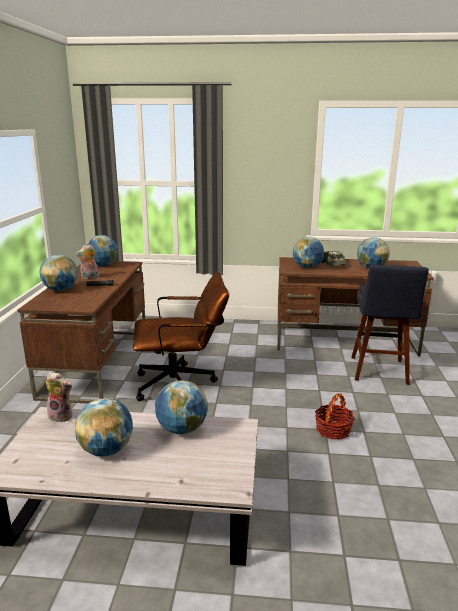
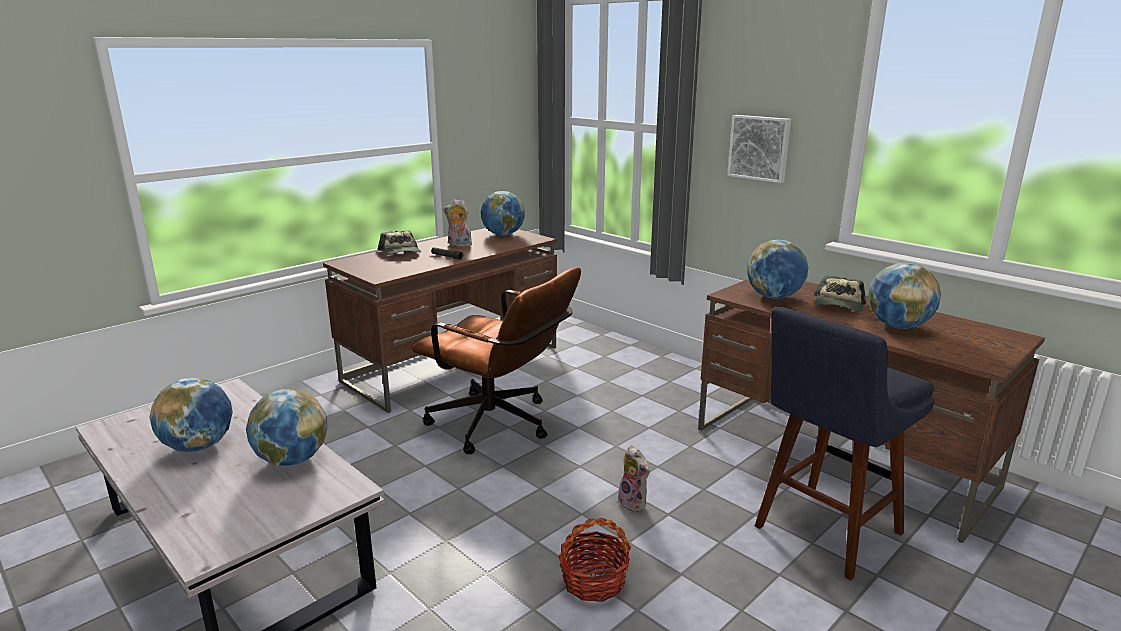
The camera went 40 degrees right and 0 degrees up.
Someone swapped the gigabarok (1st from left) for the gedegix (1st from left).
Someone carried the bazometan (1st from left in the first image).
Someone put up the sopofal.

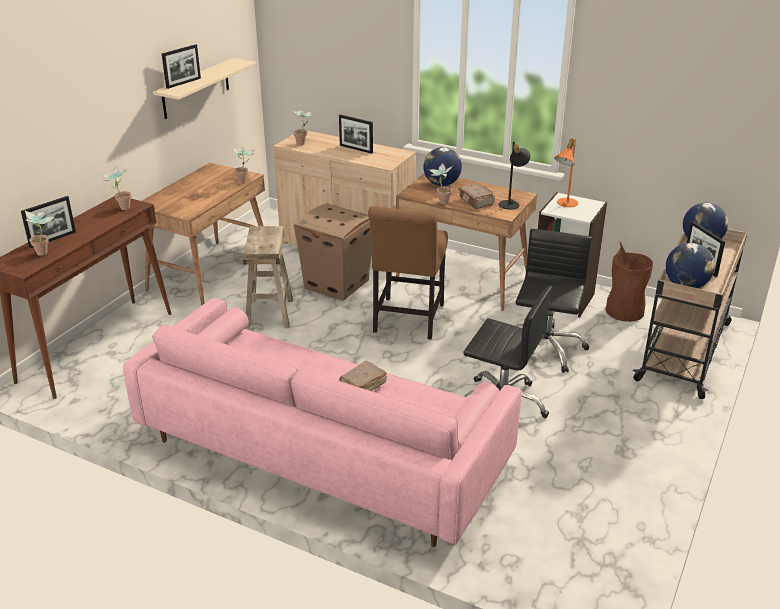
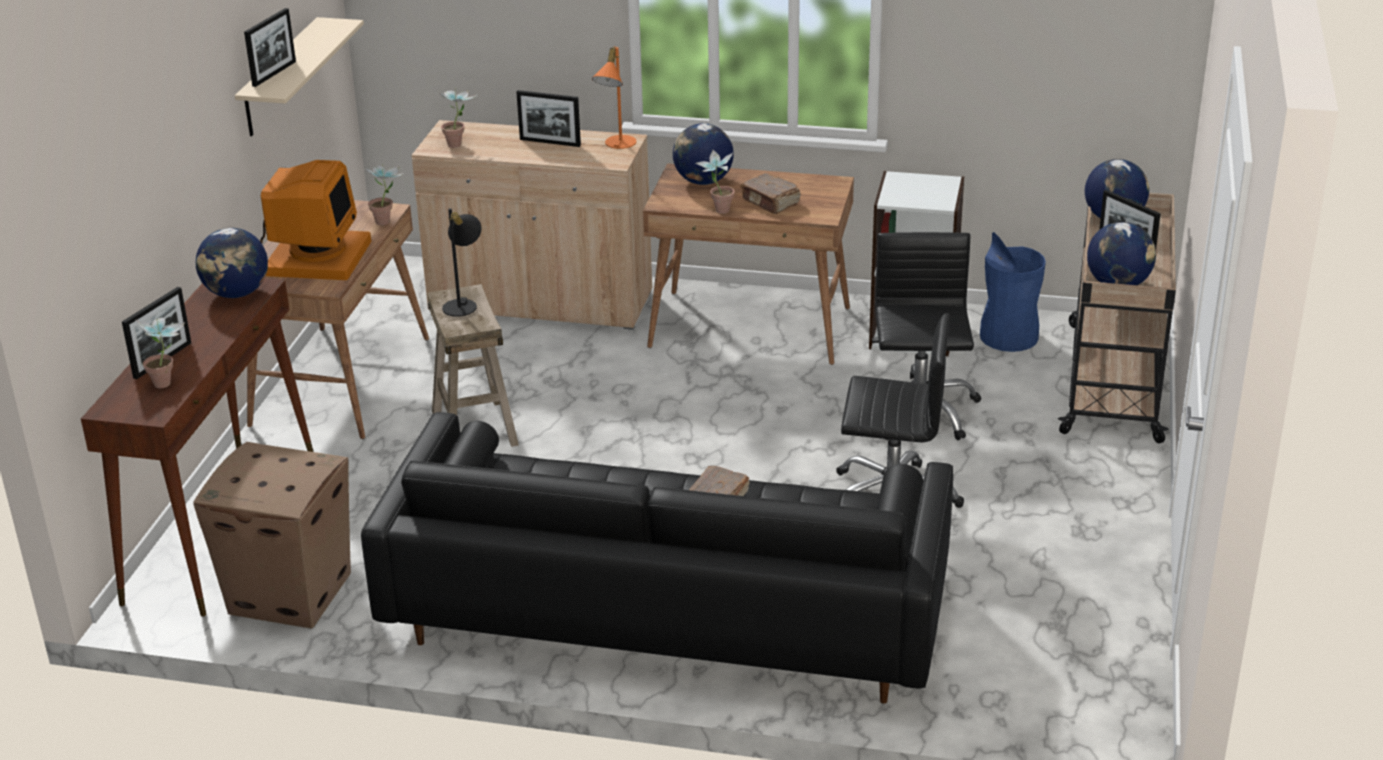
The camera went 15 degrees left and 0 degrees up.
Someone carried the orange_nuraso.
Someone carried the black_nuraso.
Someone swapped the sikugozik (2nd from left) for the gigabarok (1st from left).
Someone carried the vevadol.
Someone took away the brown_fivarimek.
Someone repainted the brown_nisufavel, which became the blue_nisufavel.
Someone repainted the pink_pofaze, which became the black_pofaze.
Someone put down the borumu.

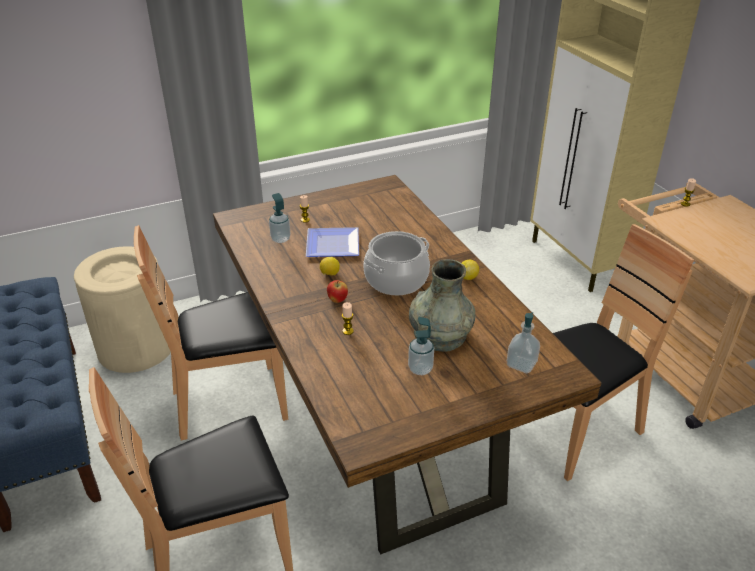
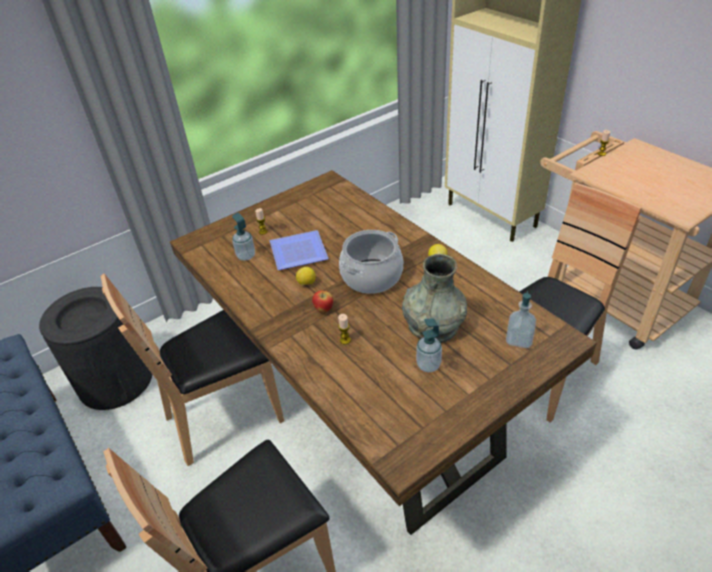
The camera went 10 degrees left and 5 degrees up.
Someone repainted the beige_nisufavel, which became the black_nisufavel.

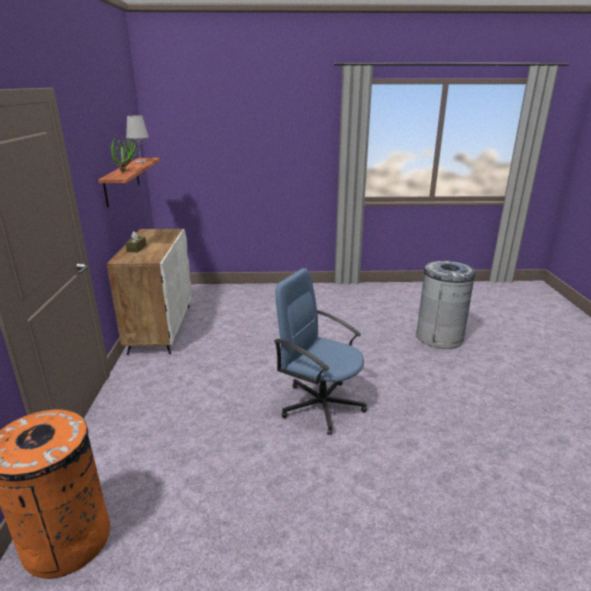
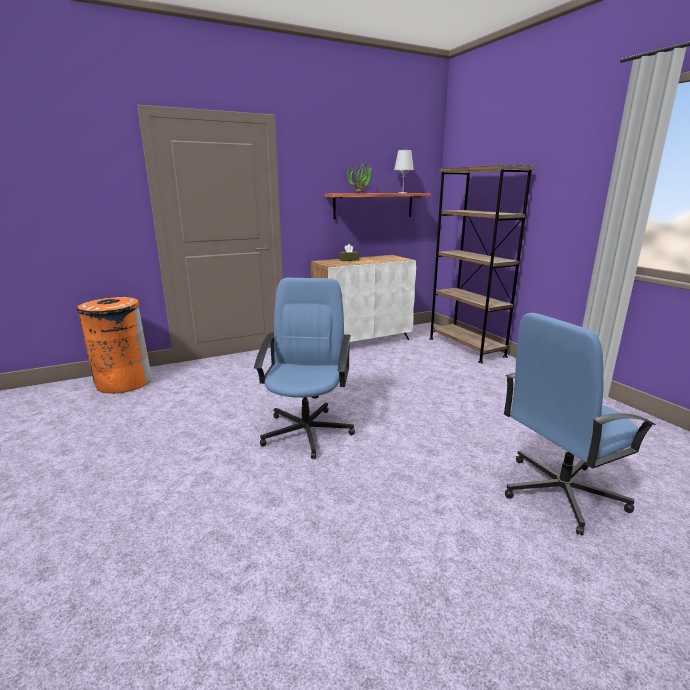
The camera went 65 degrees right and 5 degrees down.
Someone swapped the grey_nisufavel for the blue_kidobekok (2nd from left).
Someone put down the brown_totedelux.

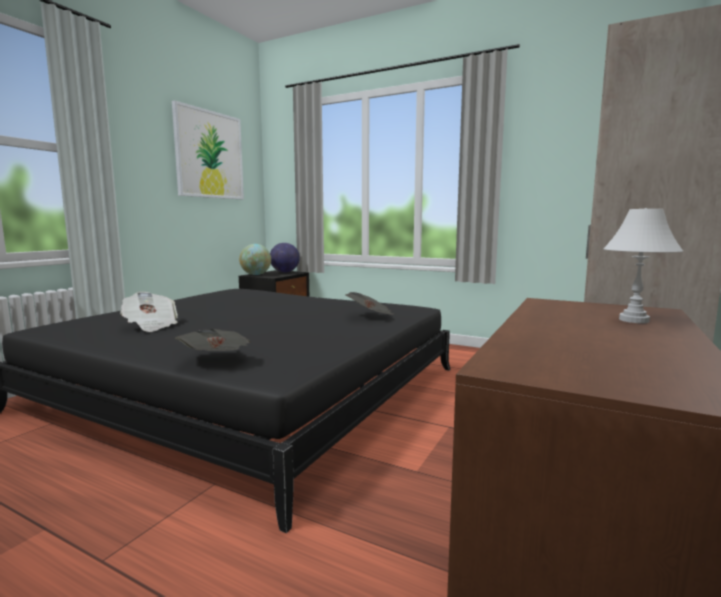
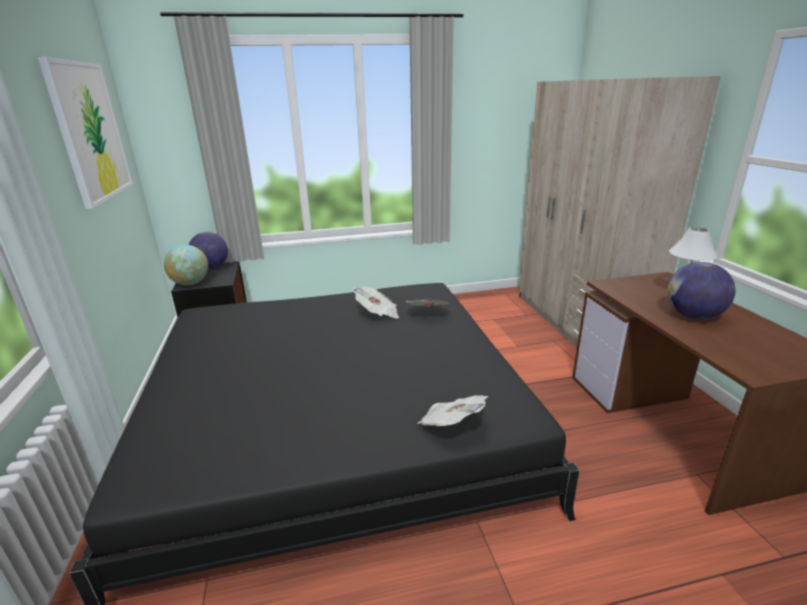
The camera went 40 degrees left and 15 degrees up.
Someone carried the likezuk (1st from left).
Someone put down the gigabarok (3rd from left).

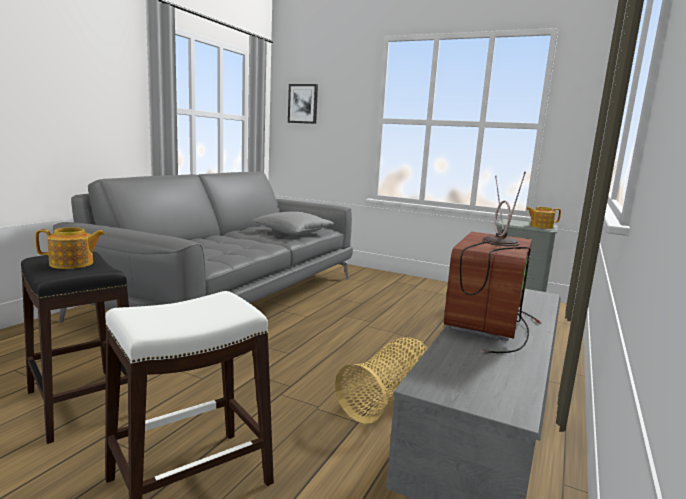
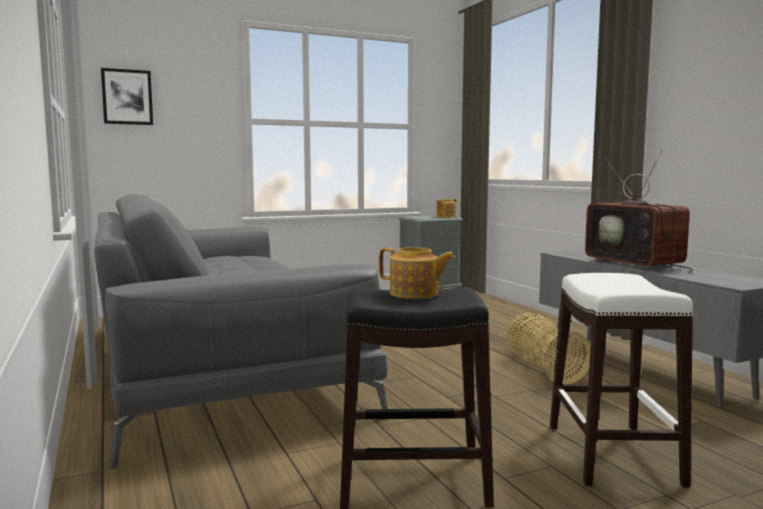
The camera went 50 degrees left and 5 degrees down.
Someone took away the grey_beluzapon.
Someone rotated the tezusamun (1st from left) by 90 degrees clockwise.

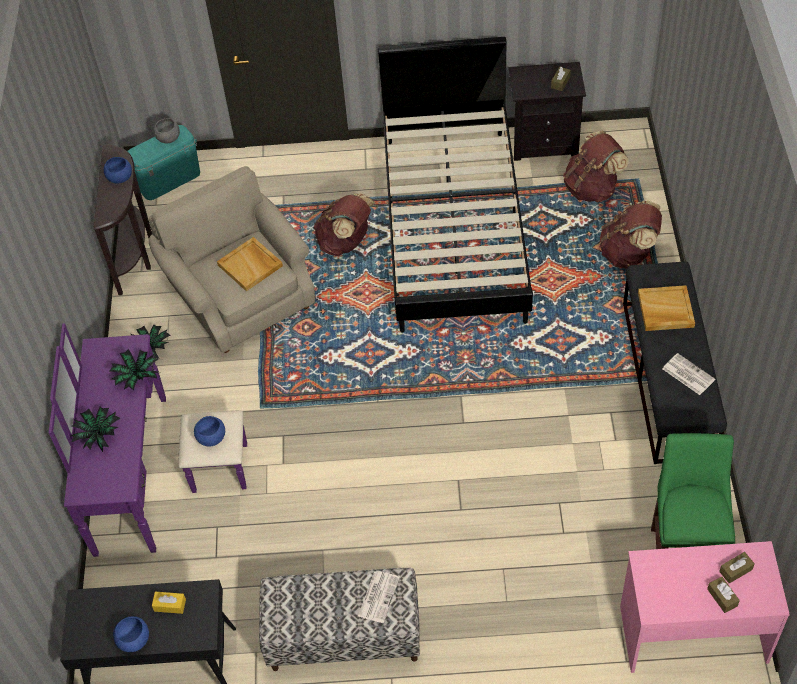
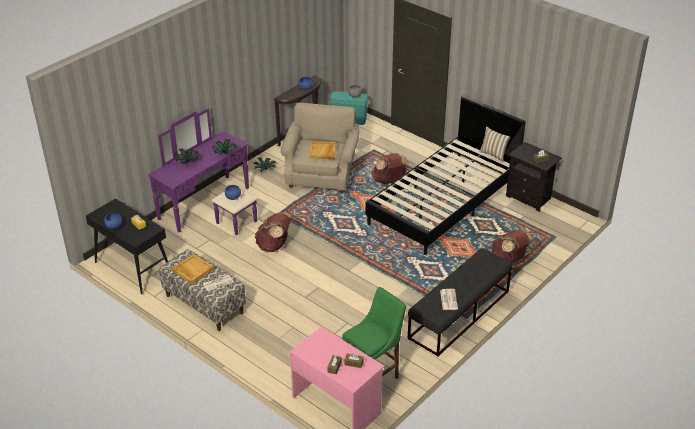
The camera went 40 degrees right and 15 degrees down.
Someone carried the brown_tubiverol (2nd from left in the first image).
Someone carried the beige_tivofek (2nd from left in the first image).
Someone put down the beluzapon.

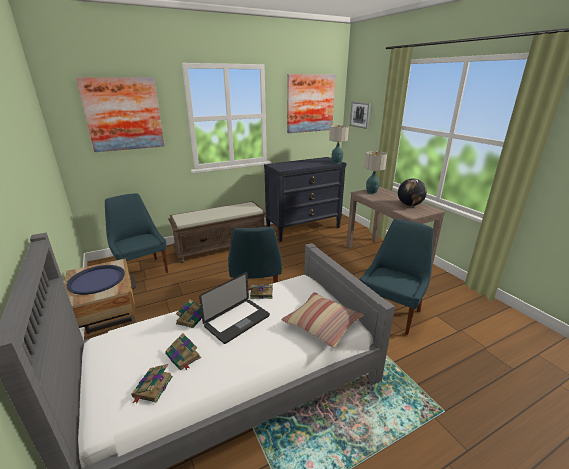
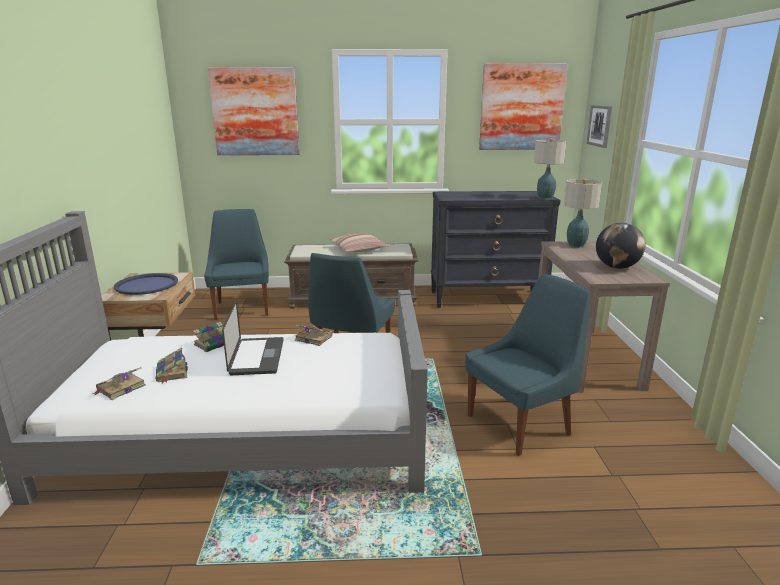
The camera went 25 degrees right and 5 degrees down.
Someone rotated the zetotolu by 75 degrees counterclockwise.
Someone carried the beluzapon.

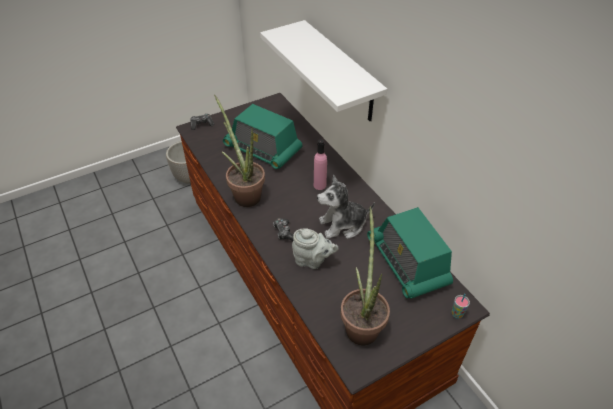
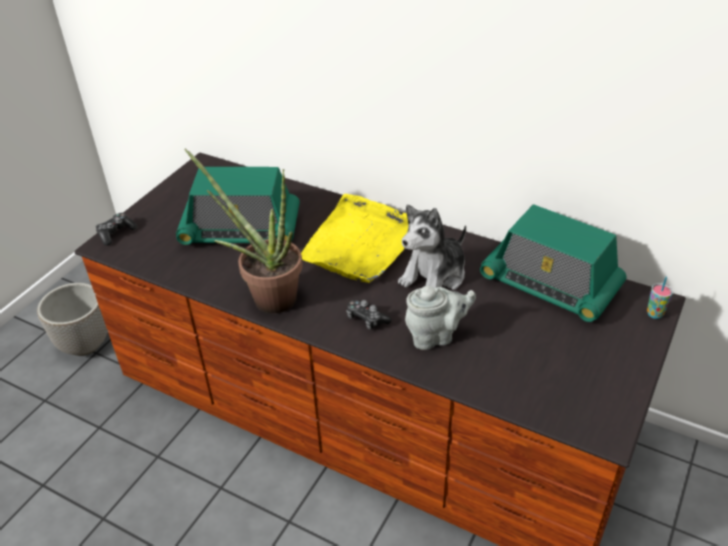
The camera went 30 degrees left and 5 degrees down.
Someone took away the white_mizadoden.
Someone swapped the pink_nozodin for the yellow_tivofek.
Someone took away the sikugozik (2nd from left).

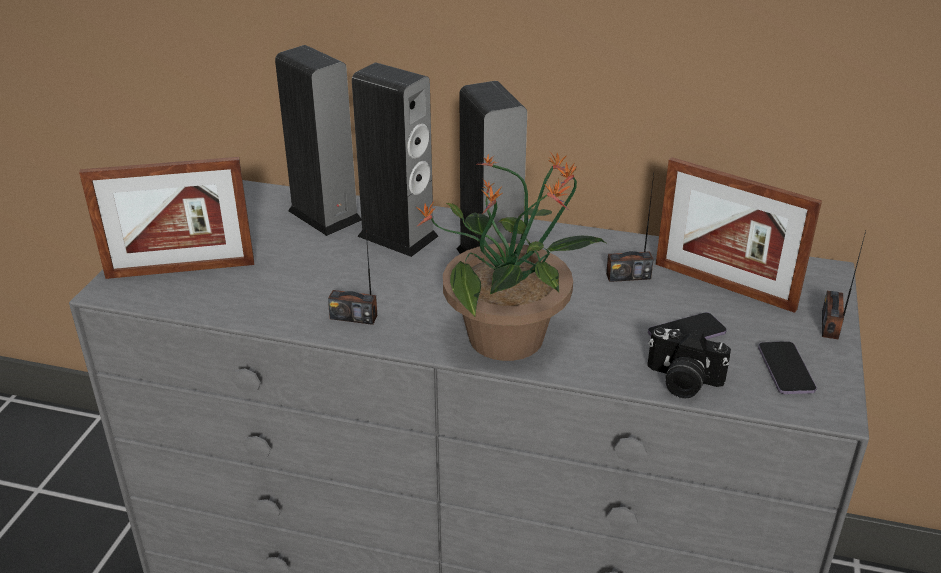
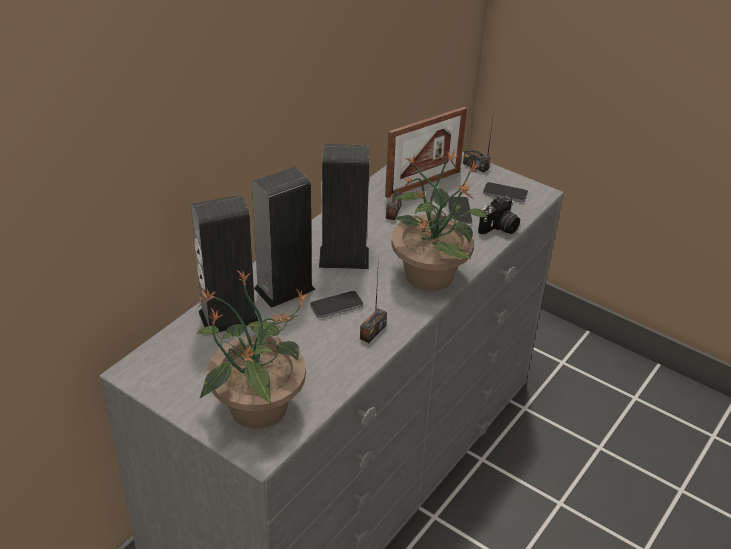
The camera went 70 degrees left and 5 degrees up.
Someone swapped the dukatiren (1st from left) for the sikugozik (1st from left).
Someone put down the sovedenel (1st from left).

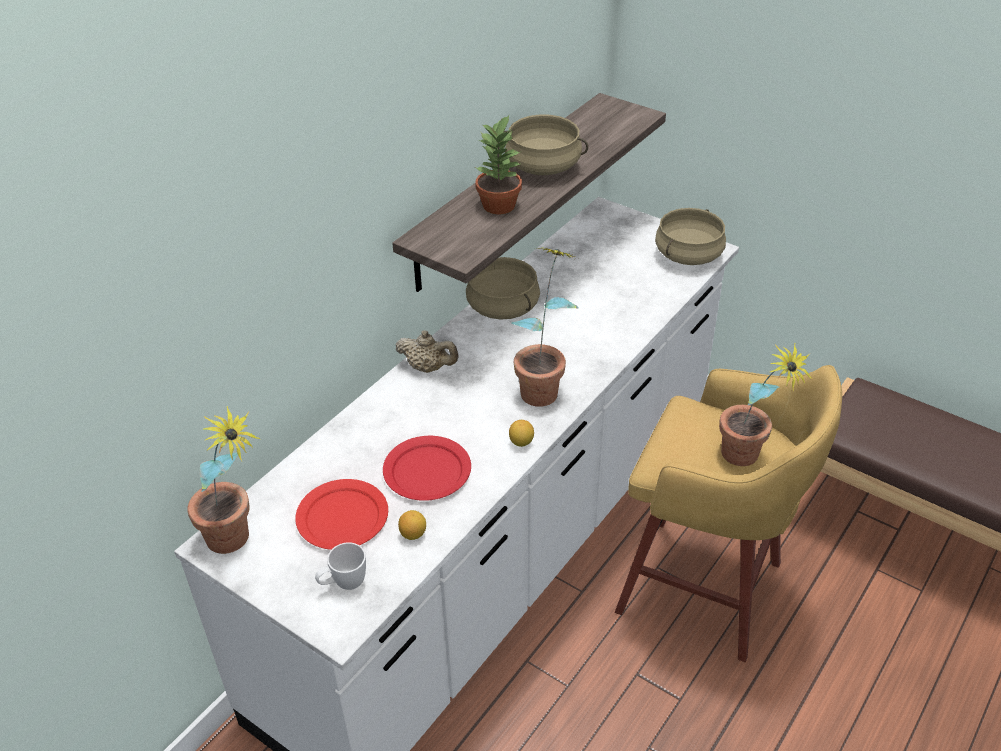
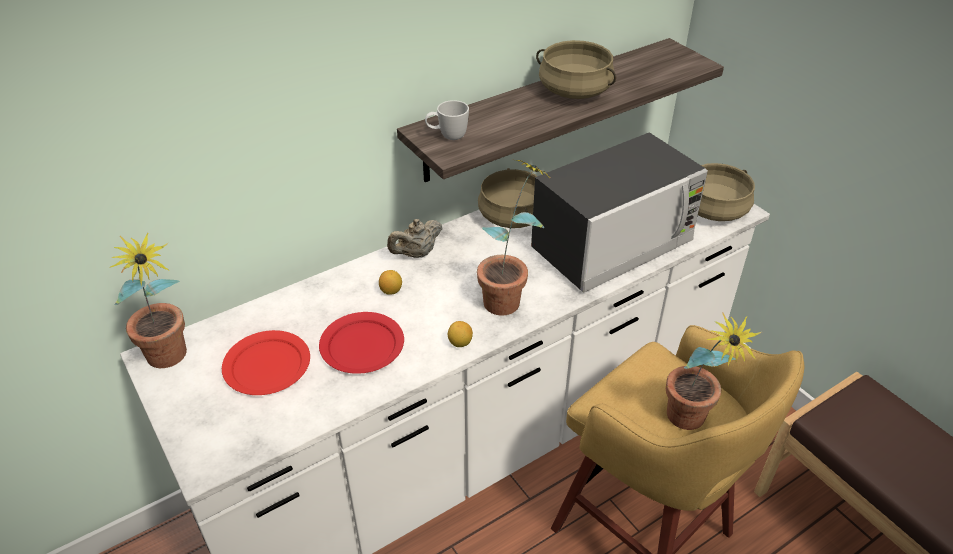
The camera went 20 degrees right and 0 degrees up.
Someone took away the sikugozik (2nd from left).
Someone rotated the beige_tezusamun by 105 degrees clockwise.
Someone carried the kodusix (1st from left).
Someone carried the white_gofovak.
Someone put down the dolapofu.

